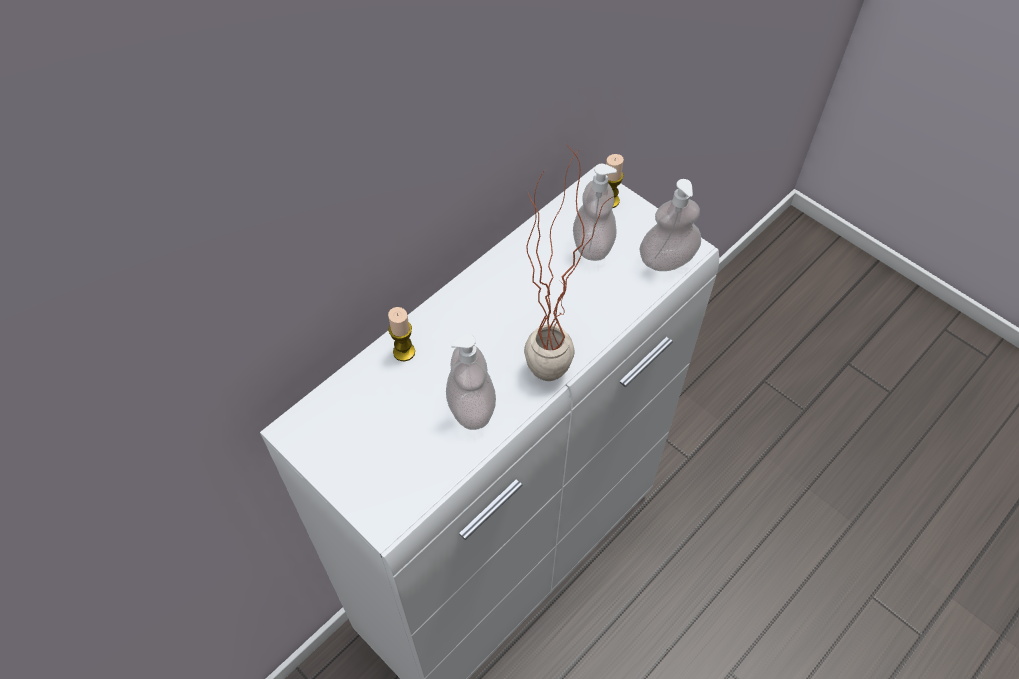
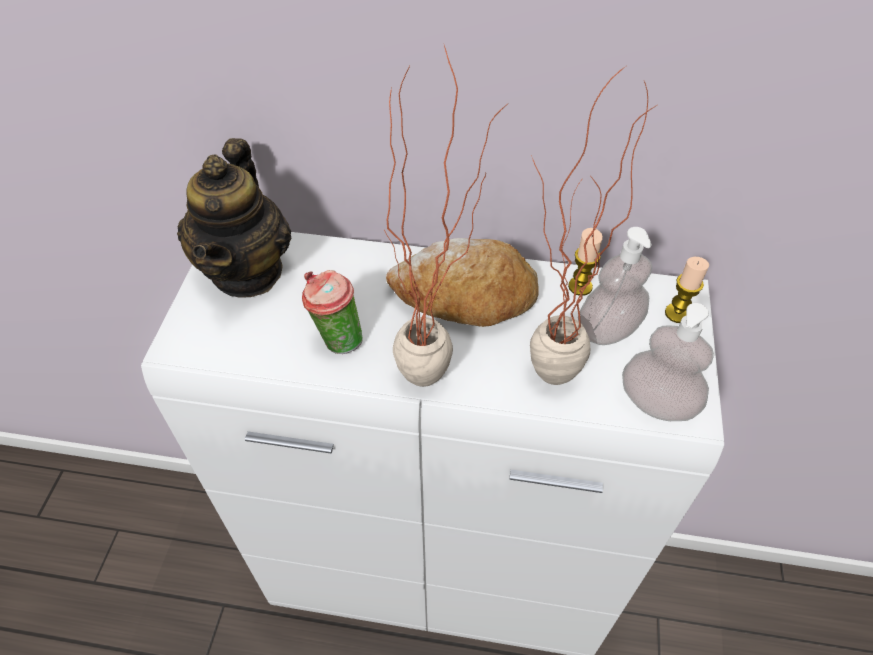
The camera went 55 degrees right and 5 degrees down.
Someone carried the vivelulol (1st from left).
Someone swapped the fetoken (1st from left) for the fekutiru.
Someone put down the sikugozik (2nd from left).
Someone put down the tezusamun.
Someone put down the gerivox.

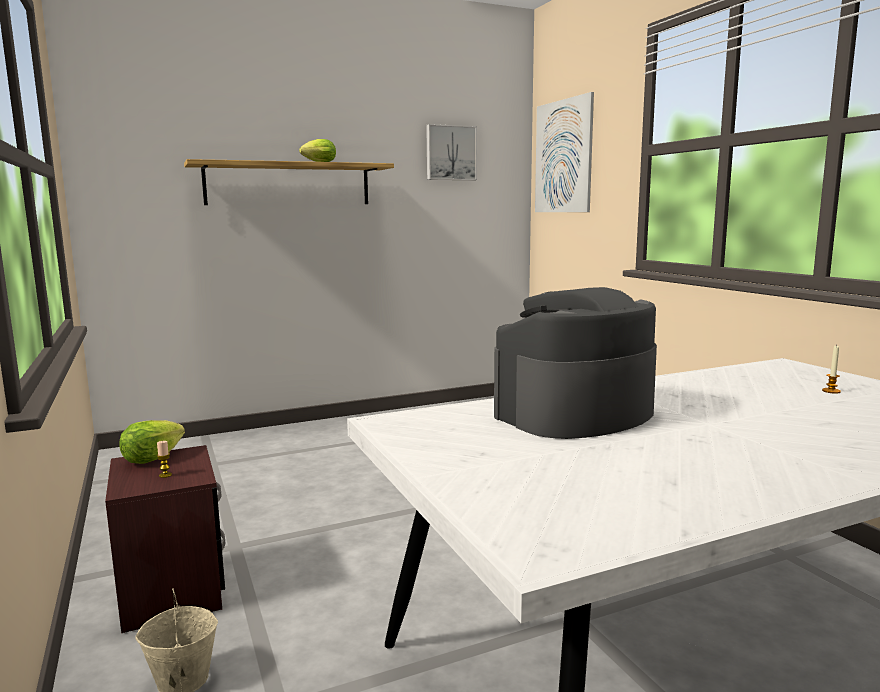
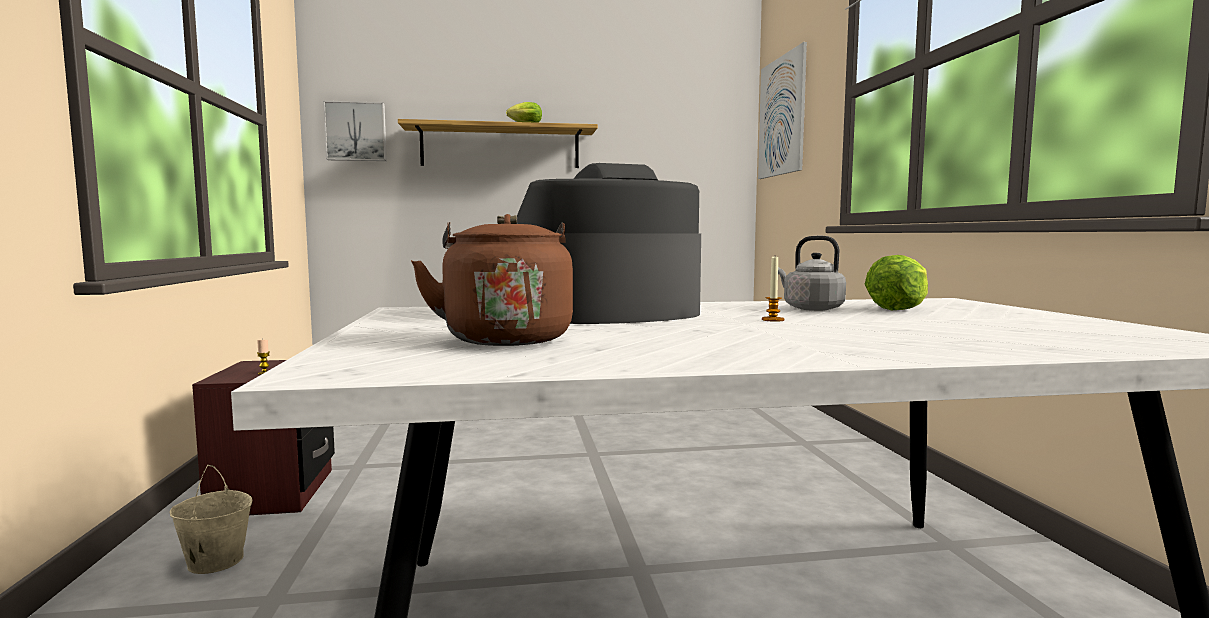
The camera went 15 degrees right and 5 degrees down.
Someone carried the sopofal (1st from left).
Someone carried the vivelulol (2nd from left).
Someone carried the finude (1st from left in the first image).
Someone put down the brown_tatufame.
Someone put down the grey_tatufame.

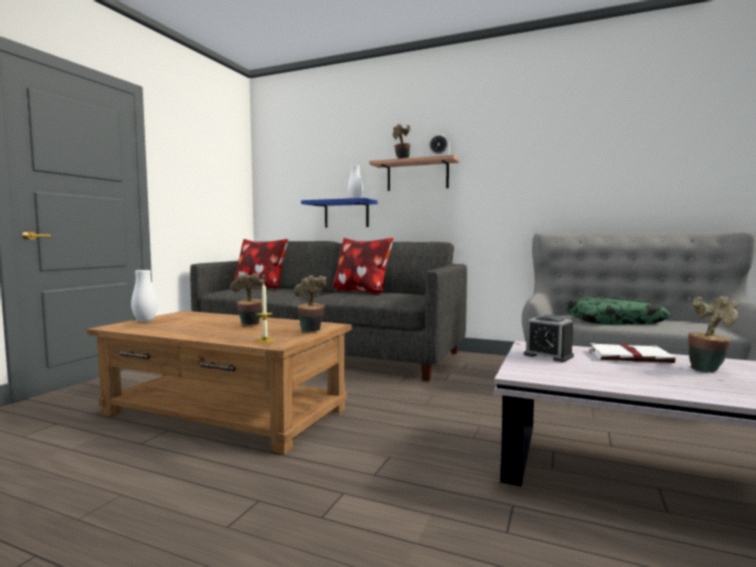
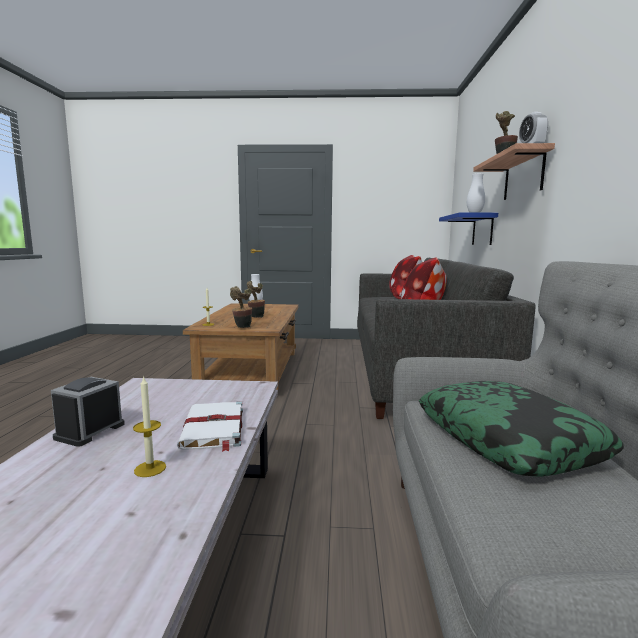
The camera went 70 degrees right and 5 degrees up.
Someone swapped the sikugozik (4th from left) for the vivelulol (1st from left).
Someone carried the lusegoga (2nd from left in the first image).

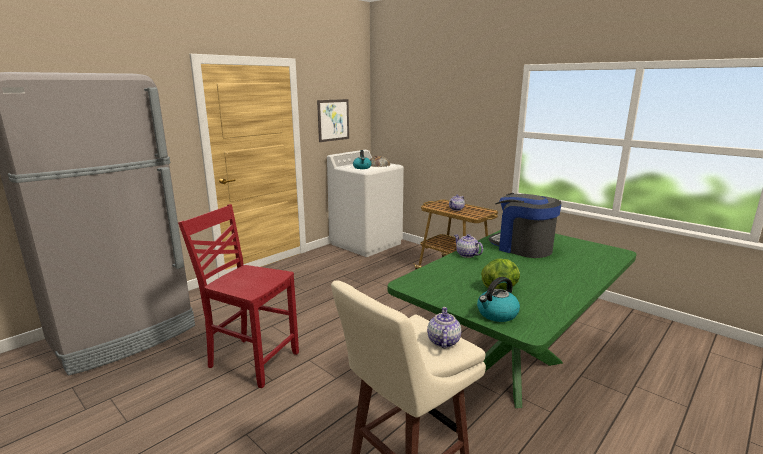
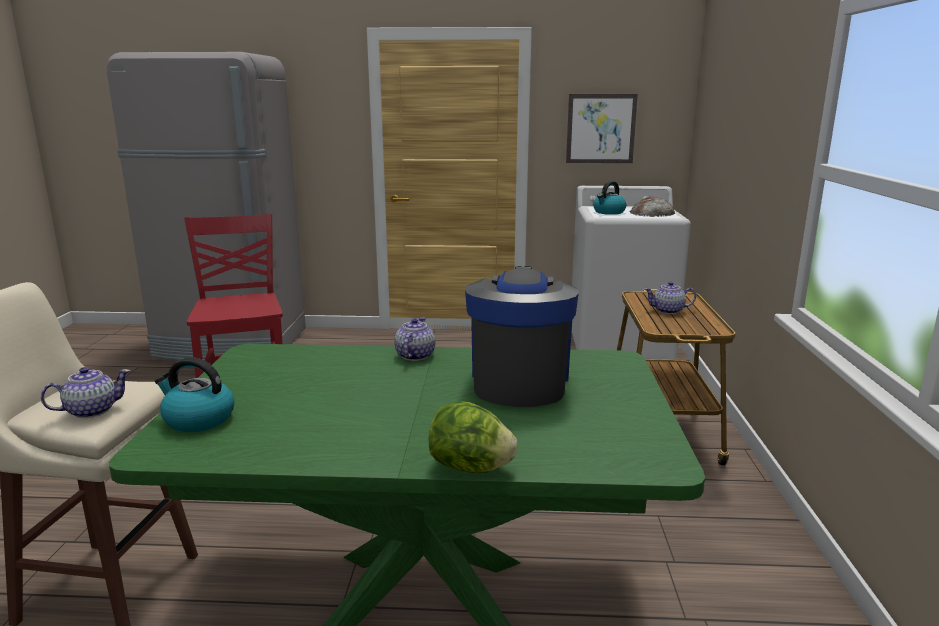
The camera went 50 degrees right and 0 degrees up.
Someone carried the finude.

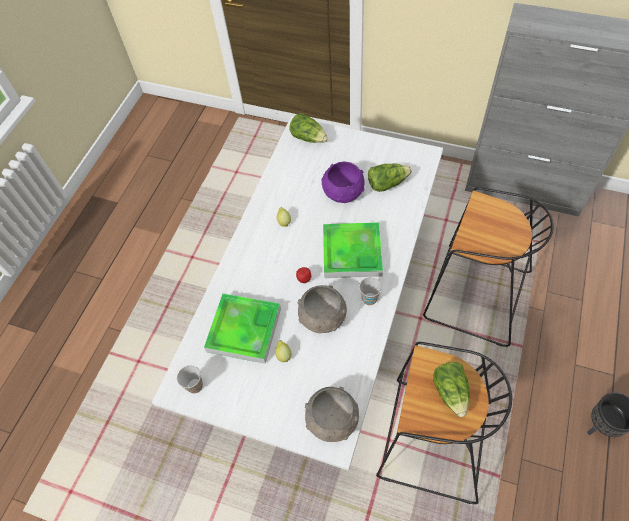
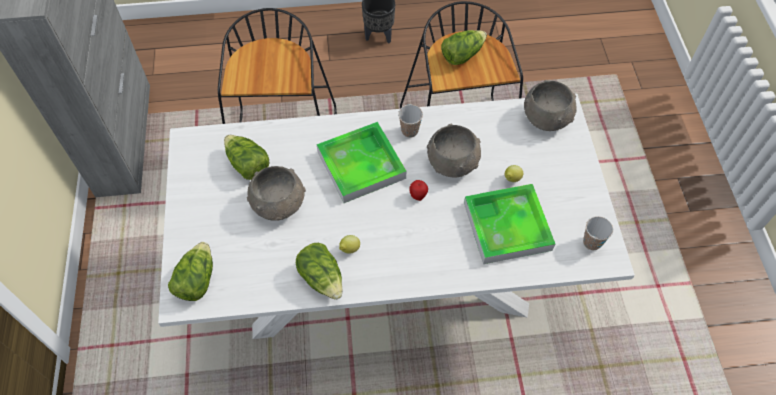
The camera went 120 degrees left and 0 degrees up.
Someone repainted the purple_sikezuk, which became the grey_sikezuk (1st from left).
Someone put down the finude (3rd from left).

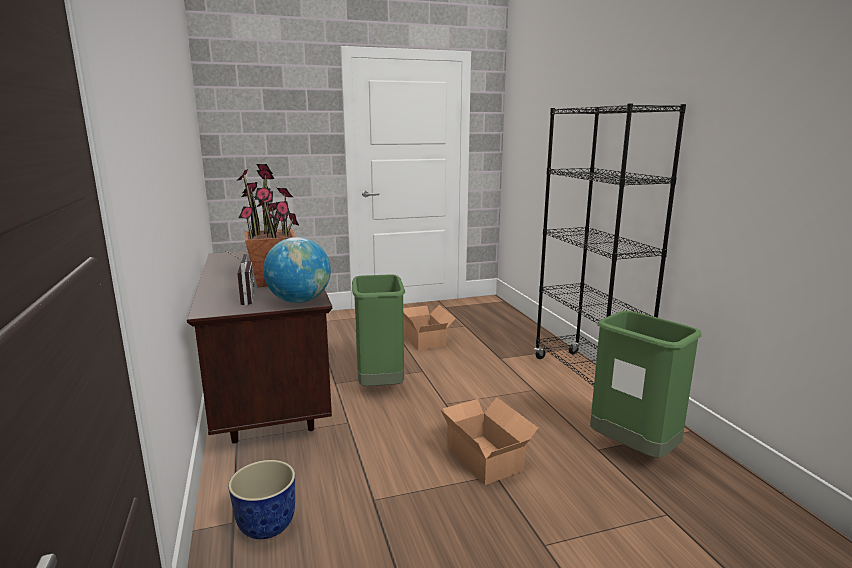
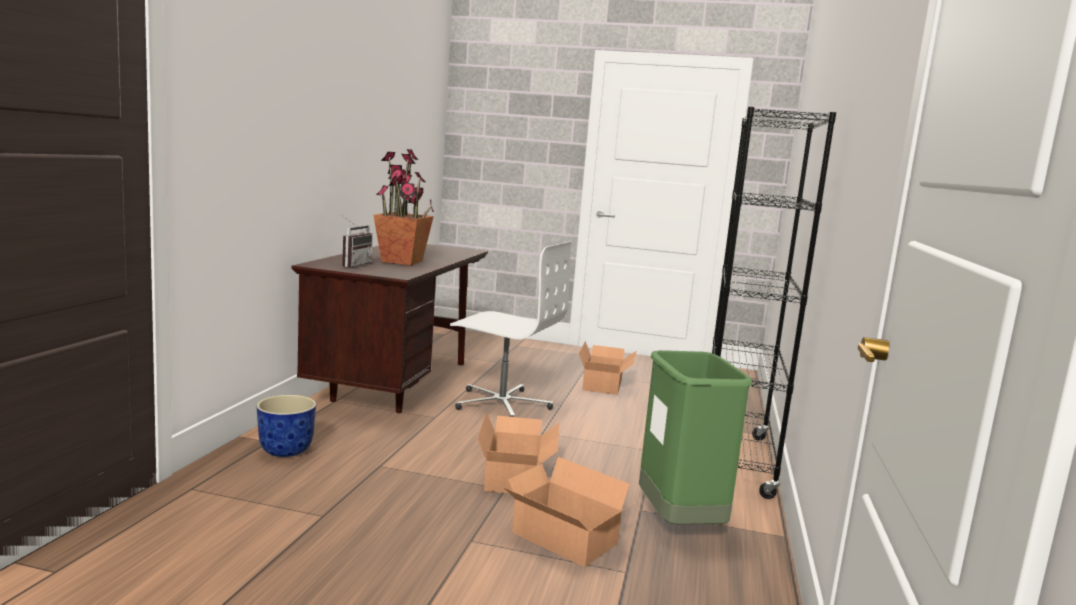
The camera went 30 degrees right and 5 degrees down.
Someone took away the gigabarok.
Someone swapped the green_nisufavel (1st from left) for the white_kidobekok.
Someone put down the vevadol (2nd from left).

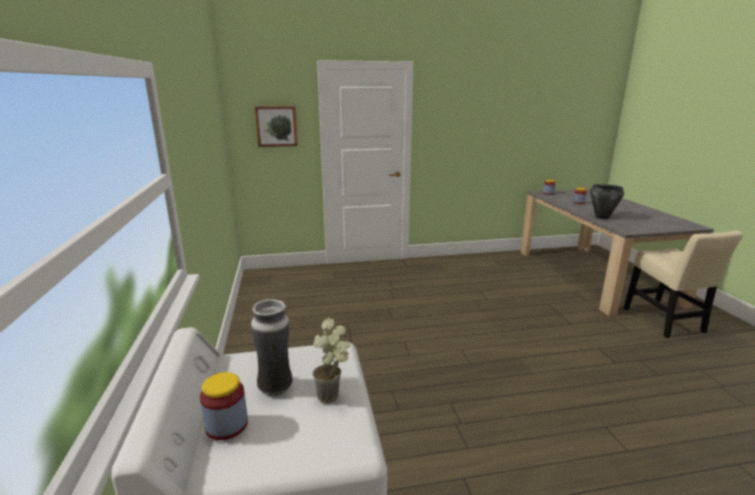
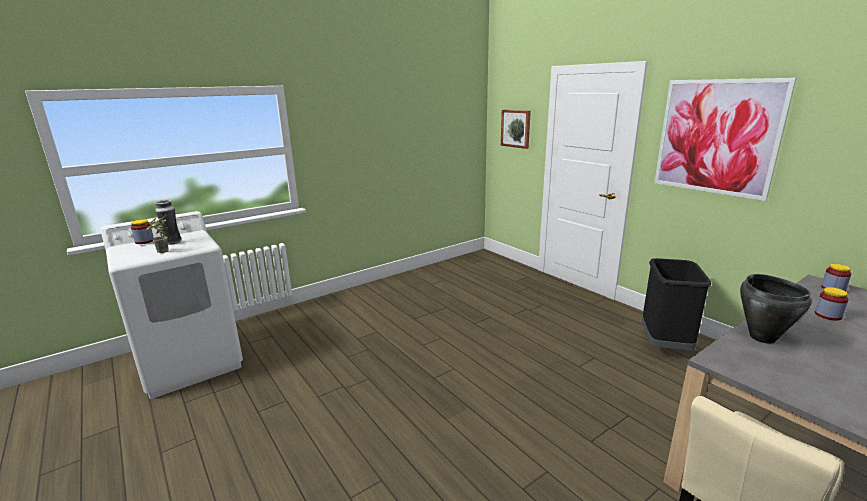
The camera went 65 degrees right and 0 degrees up.
Someone put up the sopofal (2nd from left).
Someone put down the black_nisufavel.

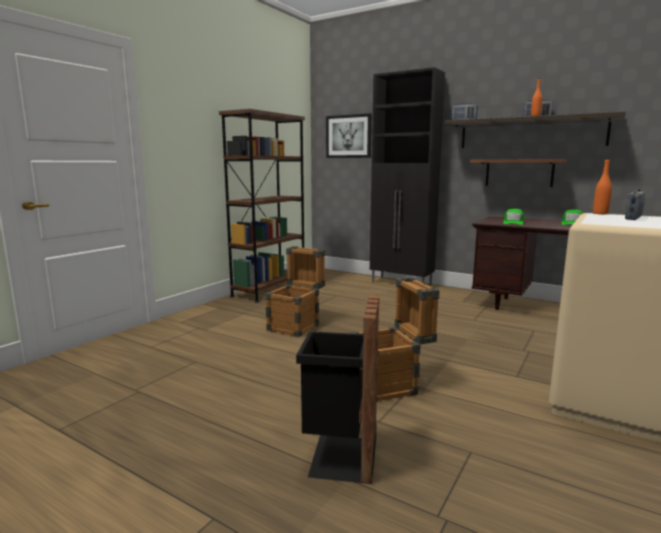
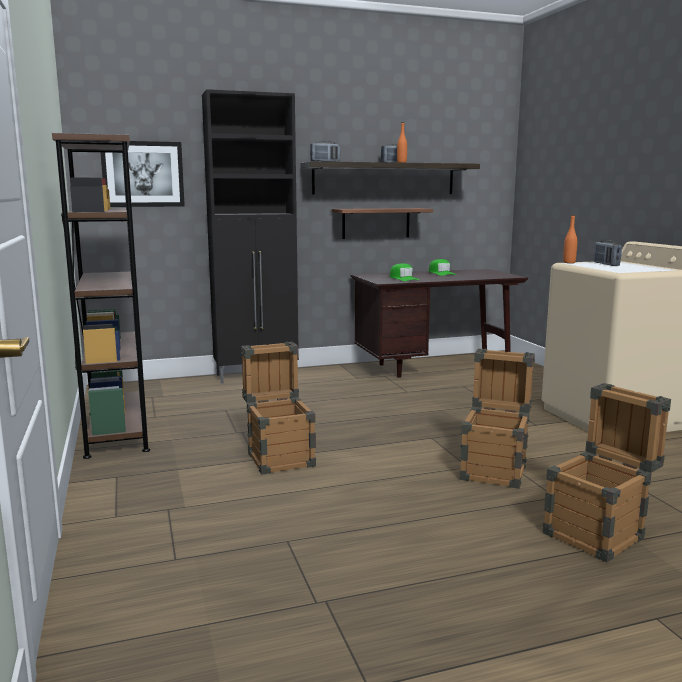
The camera went 50 degrees left and 0 degrees up.
Someone swapped the black_nisufavel for the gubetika (3rd from left).

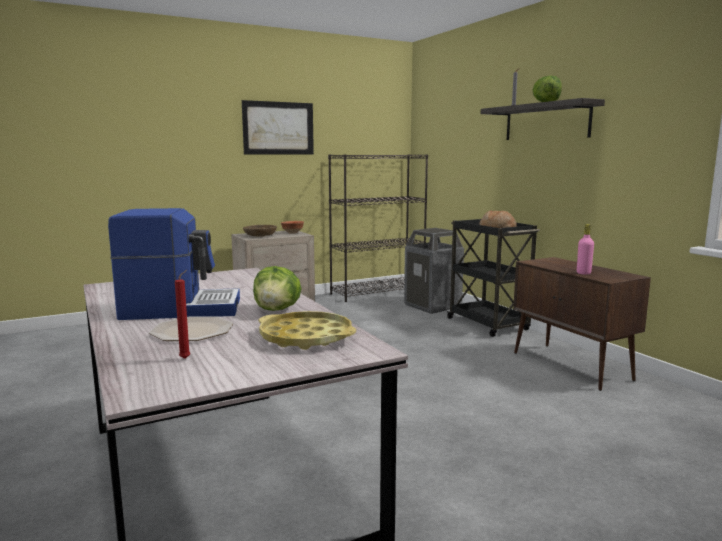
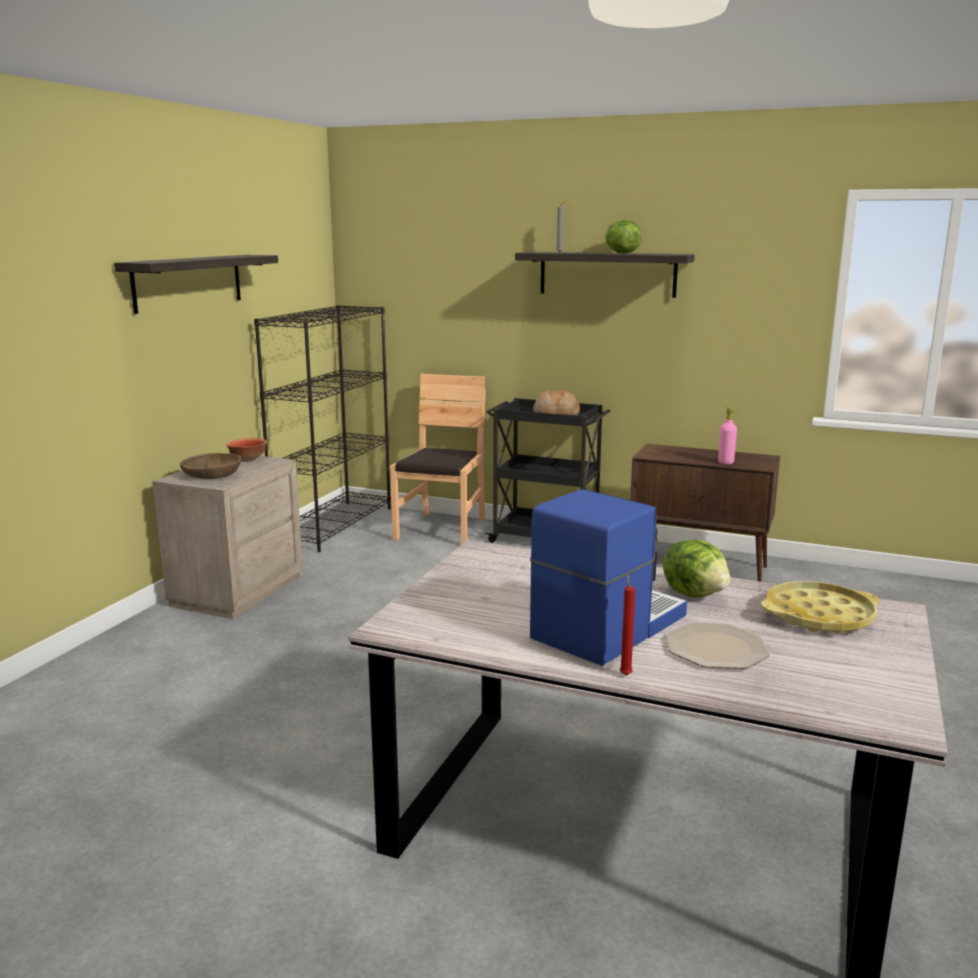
The camera went 40 degrees left and 5 degrees up.
Someone swapped the sopofal for the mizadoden (1st from left).
Someone swapped the nisufavel for the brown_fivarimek.
Someone carried the red_vivelulol.

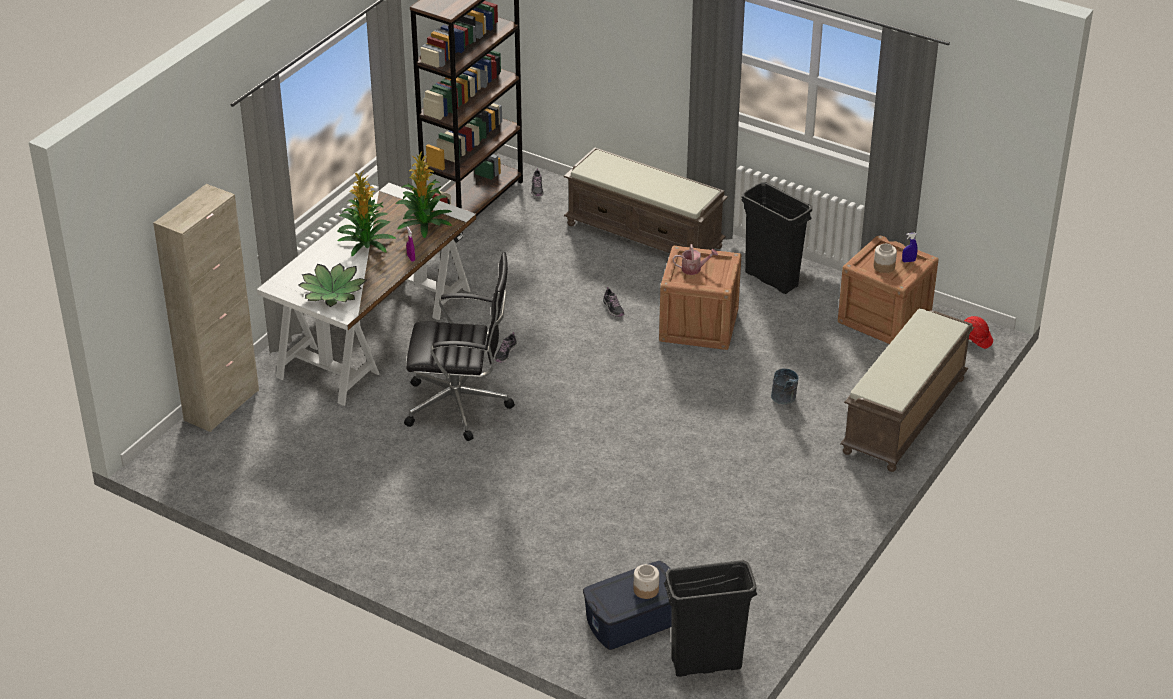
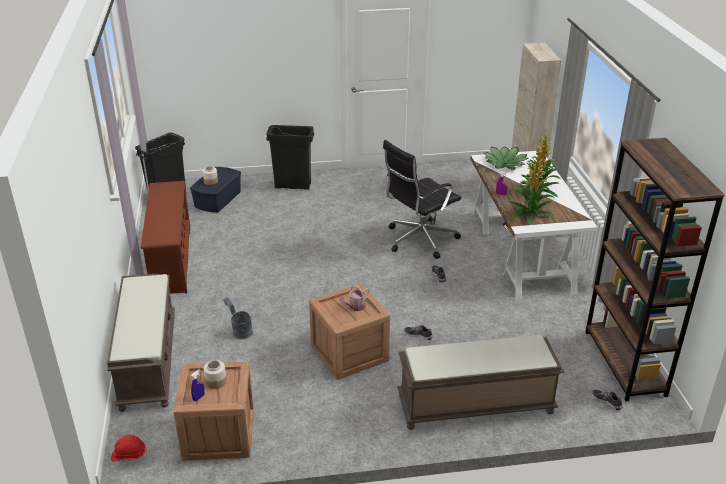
The camera went 140 degrees right and 5 degrees down.
Someone carried the black_nisufavel (2nd from left).
Someone put down the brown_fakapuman.

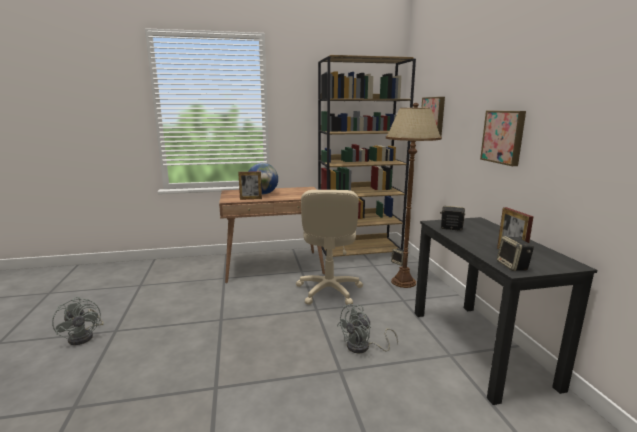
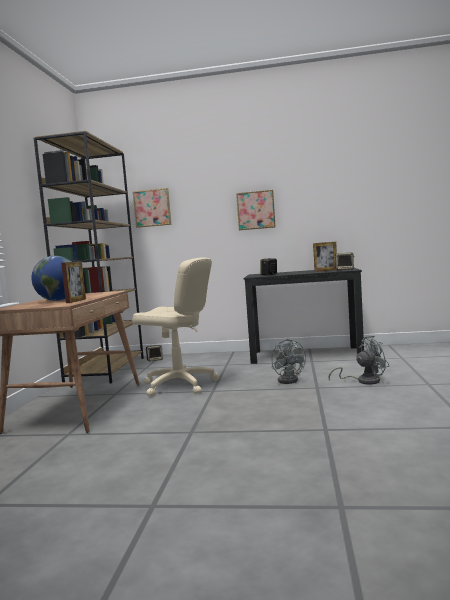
The camera went 70 degrees left and 10 degrees down.
Someone took away the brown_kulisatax.
Someone carried the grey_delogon (1st from left in the first image).

